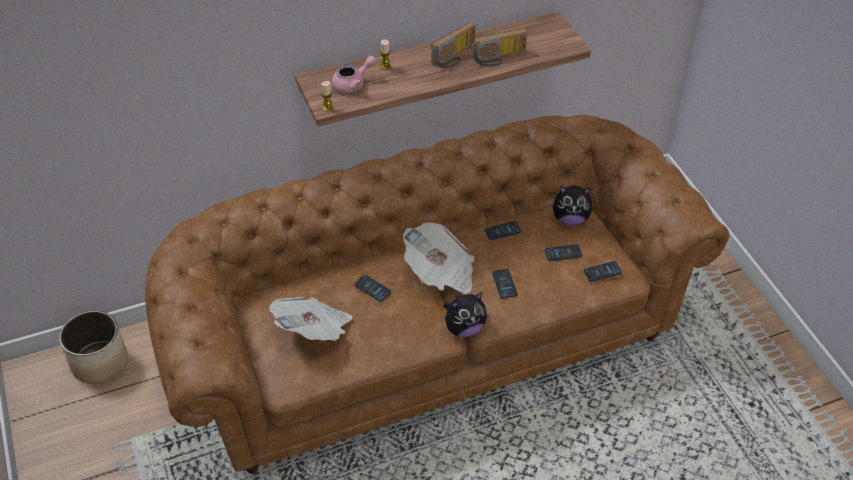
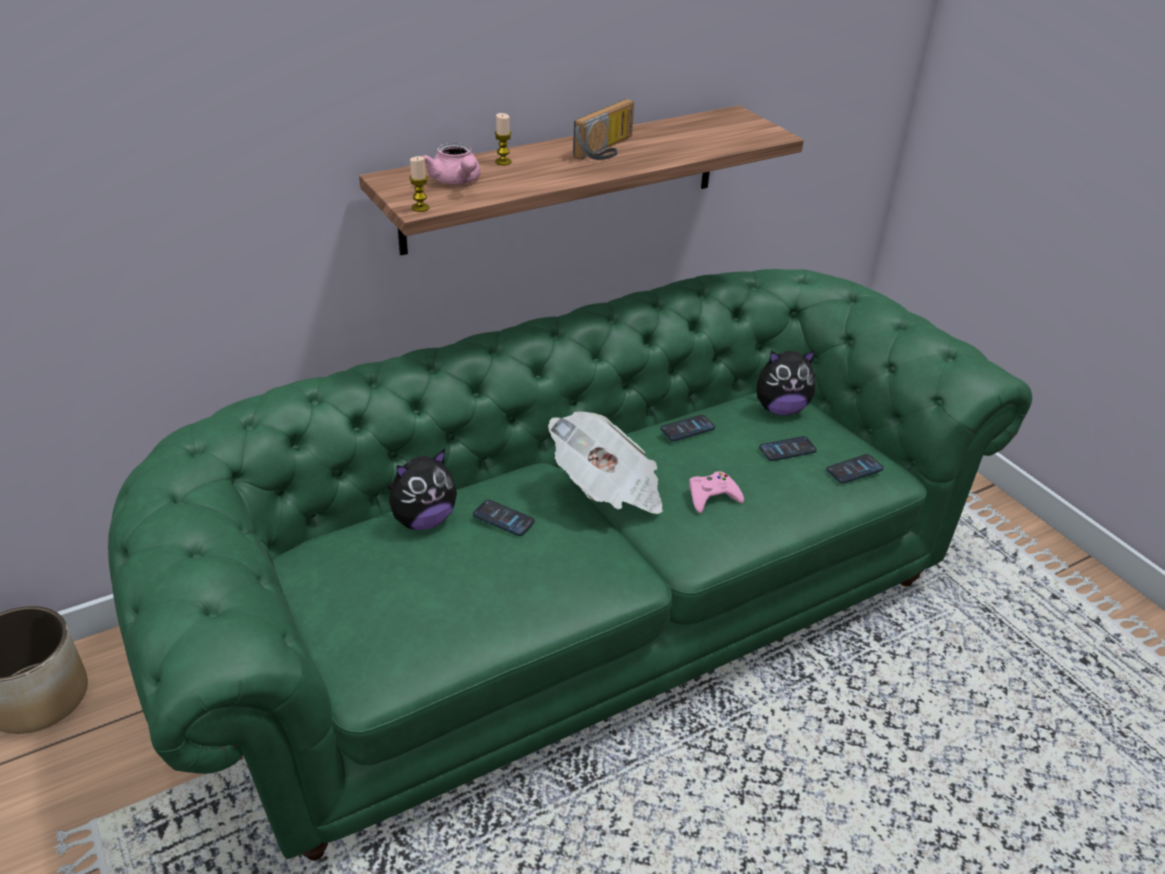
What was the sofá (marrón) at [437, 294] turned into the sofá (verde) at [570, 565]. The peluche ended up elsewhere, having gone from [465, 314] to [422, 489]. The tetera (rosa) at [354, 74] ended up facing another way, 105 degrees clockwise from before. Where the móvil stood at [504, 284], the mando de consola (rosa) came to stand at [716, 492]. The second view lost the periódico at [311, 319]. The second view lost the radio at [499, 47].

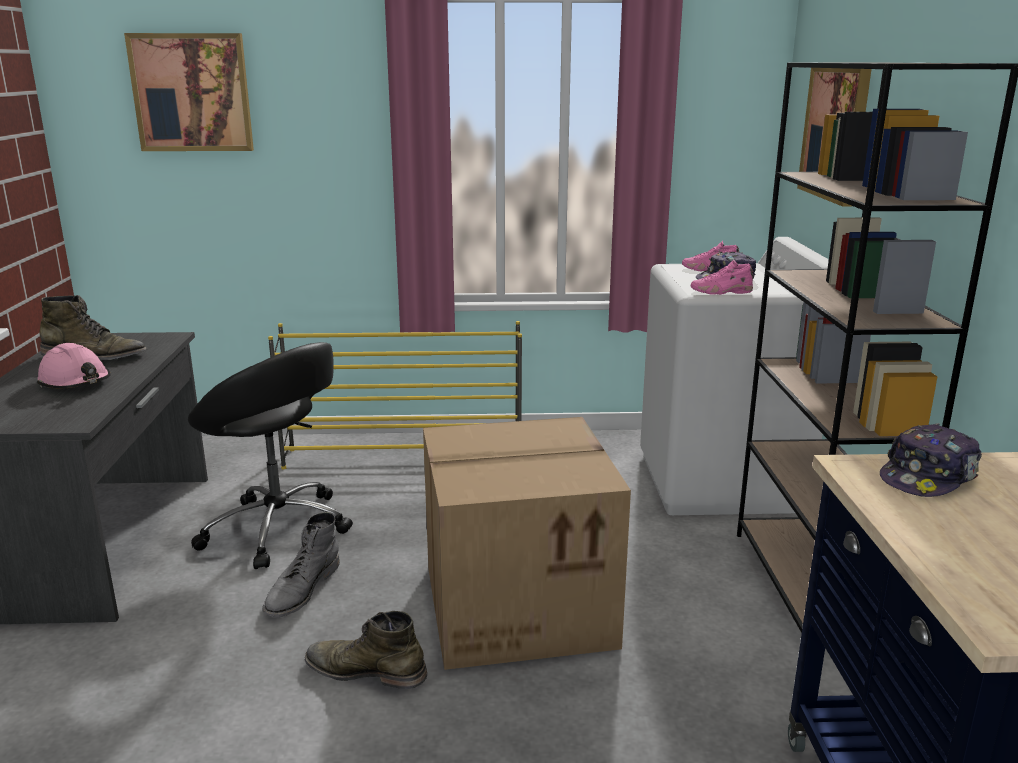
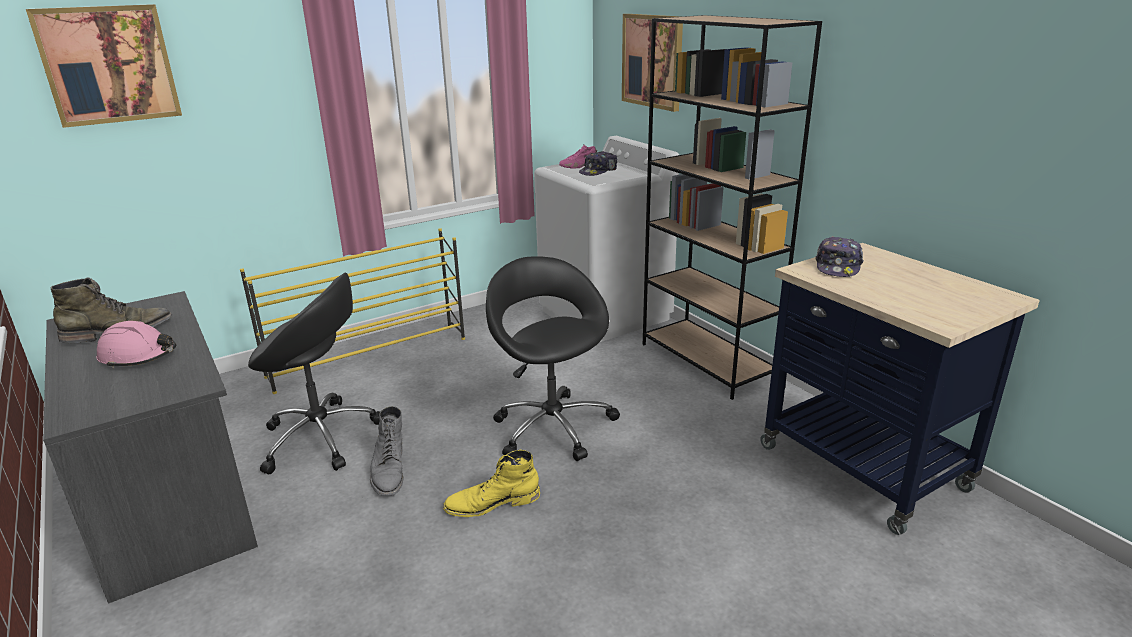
What was the bota (verde) at [366, 650] turned into the bota (amarillo) at [491, 483]. Where the caja de cartón stood at [527, 543], the silla de oficina (negro) came to stand at [553, 358]. The second view lost the zapato (rosa) at [722, 277].

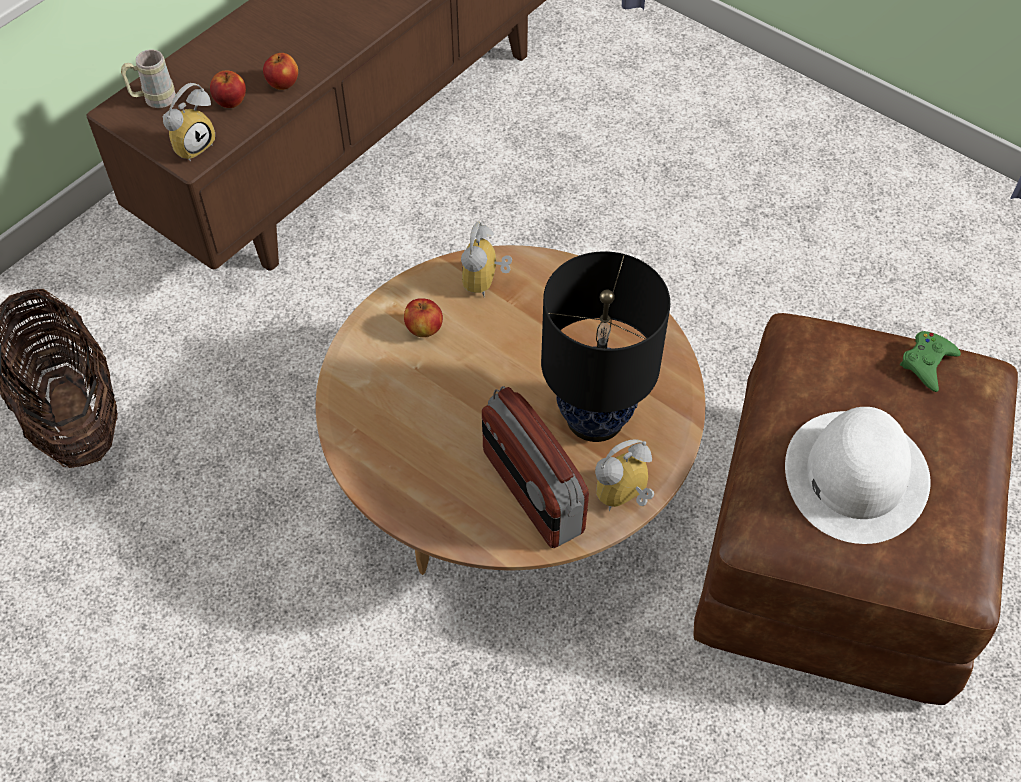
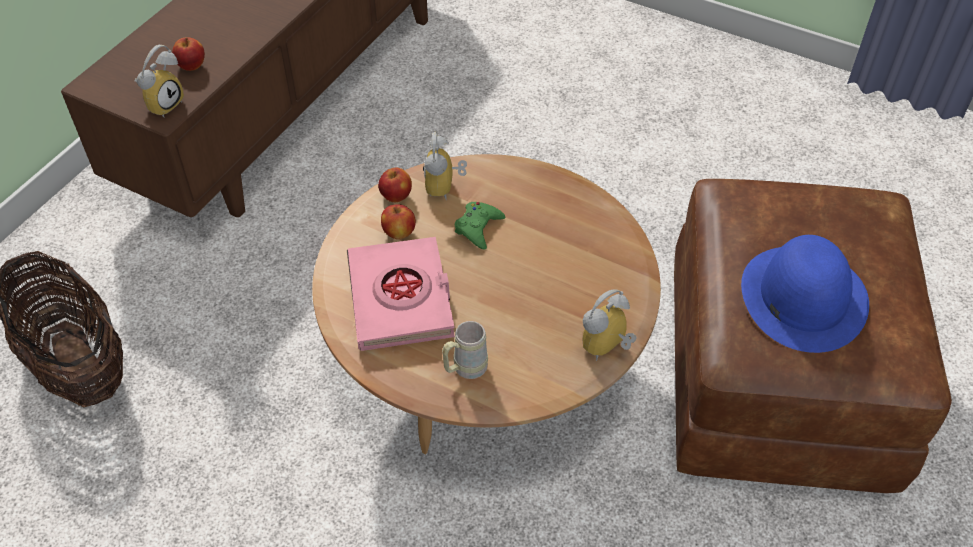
The second view gained the libro (rosa) at [401, 294]. The manzana ended up elsewhere, having gone from [280, 71] to [395, 185]. The taza grande (beis) ended up elsewhere, having gone from [148, 78] to [465, 350]. The mando de consola (verde) ended up elsewhere, having gone from [930, 361] to [480, 226]. What was the sombrero (blanco) at [857, 475] turned into the sombrero (azul) at [805, 294]. The second view lost the radio at [535, 467]. The second view lost the lámpara de mesa (negro) at [605, 346].

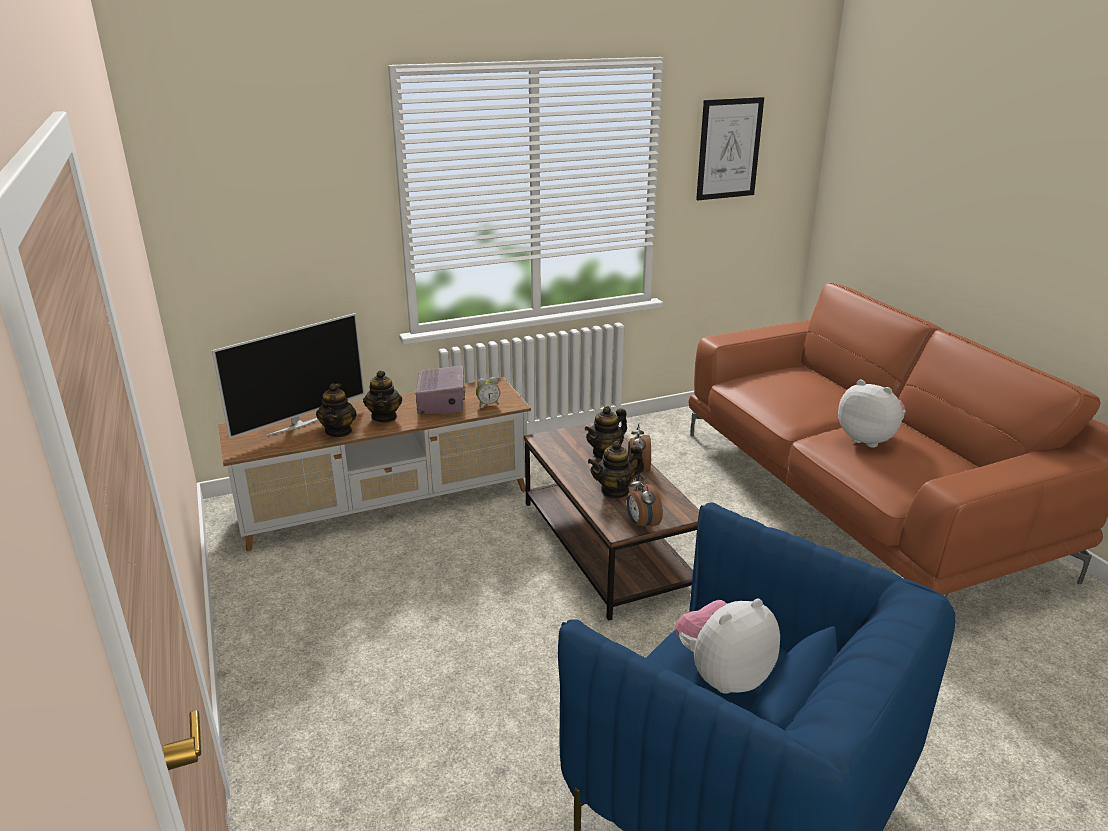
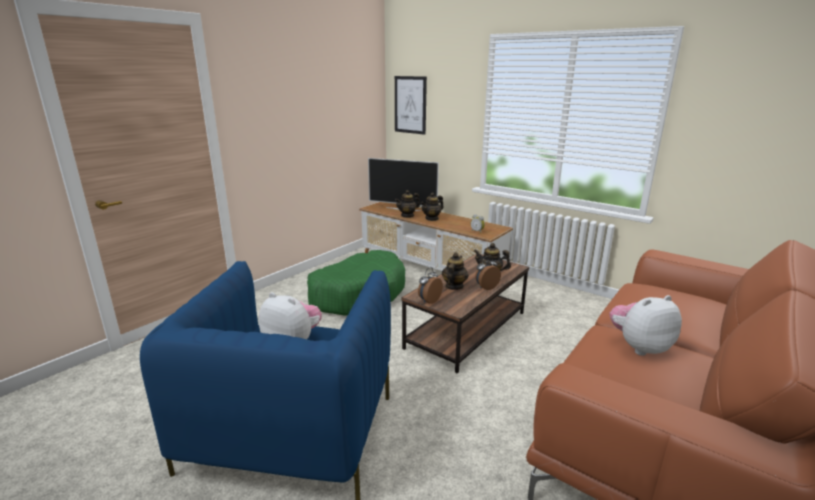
The second view gained the cama para perro (verde) at [356, 282]. The cuadro ended up elsewhere, having gone from [730, 148] to [411, 105]. The tetera at [616, 469] ended up facing another way, 75 degrees clockwise from before. The peluche at [872, 414] ended up facing another way, 120 degrees counterclockwise from before. The second view lost the radio at [440, 390].

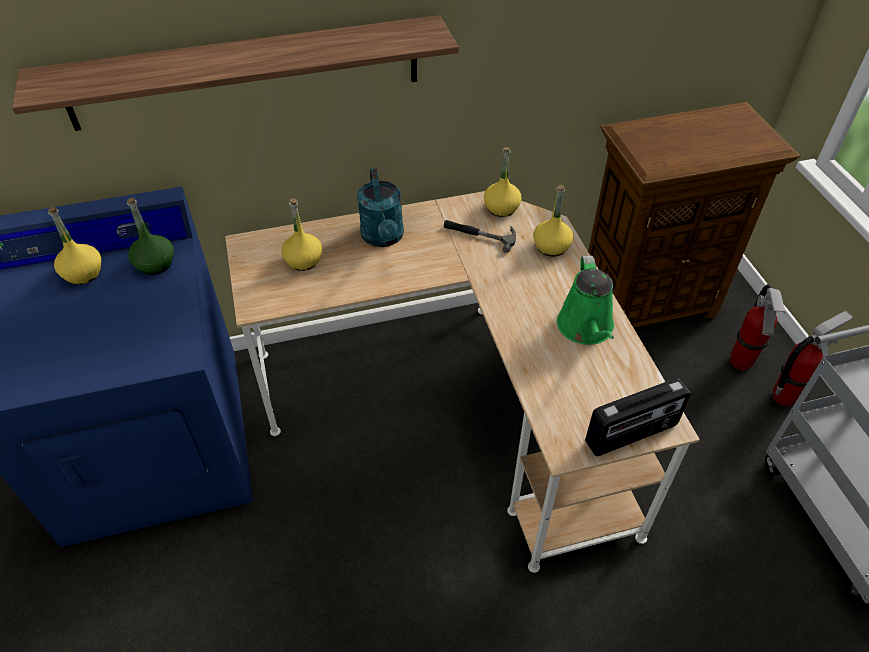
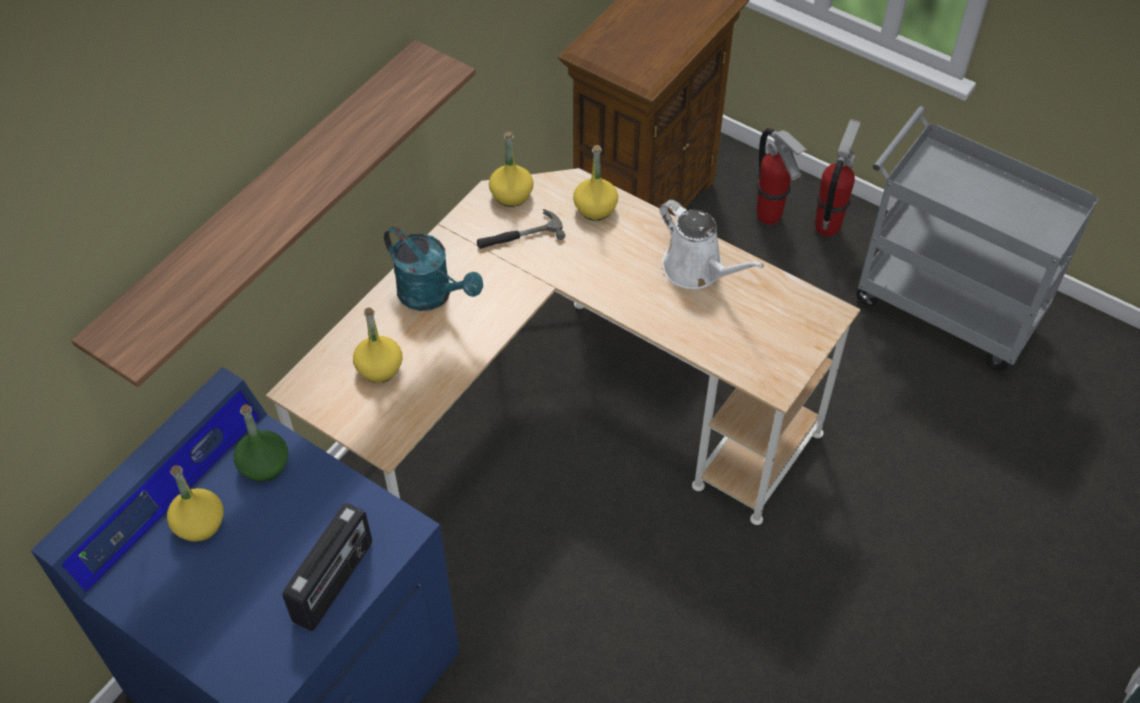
The radio ended up elsewhere, having gone from [638, 417] to [327, 567]. What was the regadera (verde) at [585, 300] turned into the regadera (blanco) at [711, 244].

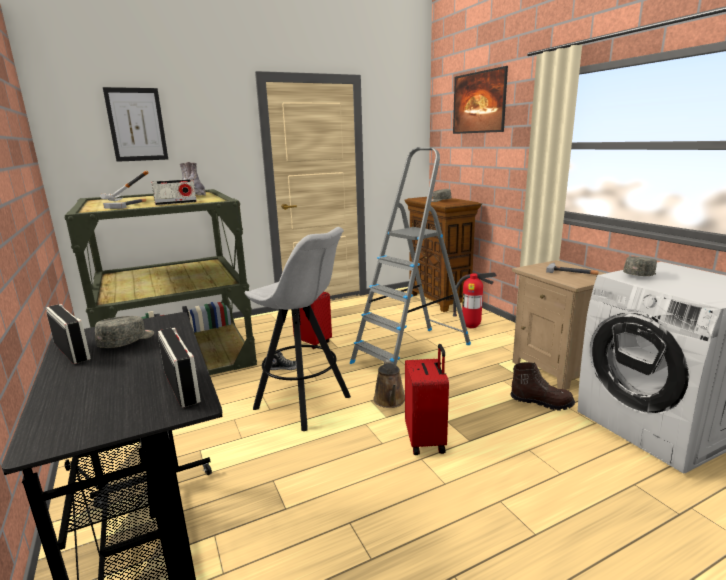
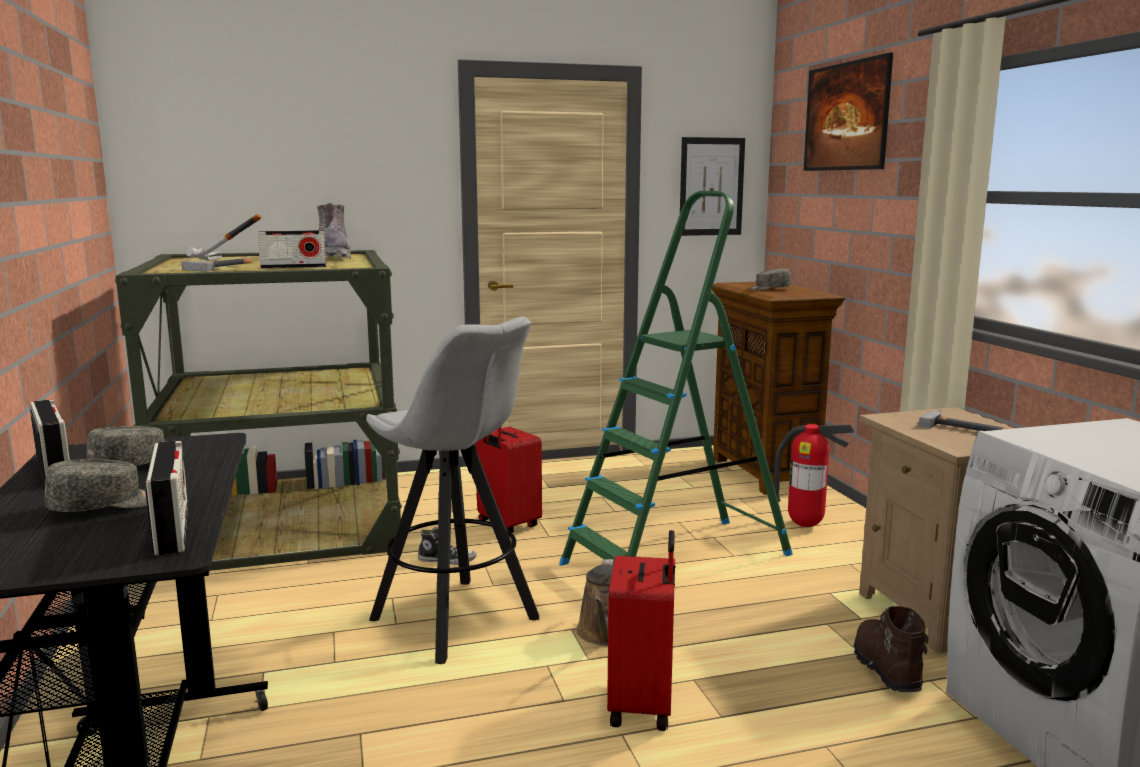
The gorra (gris) ended up elsewhere, having gone from [640, 266] to [95, 485]. What was the escalera de tijera (gris) at [410, 256] turned into the escalera de tijera (verde) at [676, 378]. The cuadro ended up elsewhere, having gone from [135, 124] to [712, 186]. The bota (marrón) at [543, 386] ended up facing another way, 120 degrees counterclockwise from before.

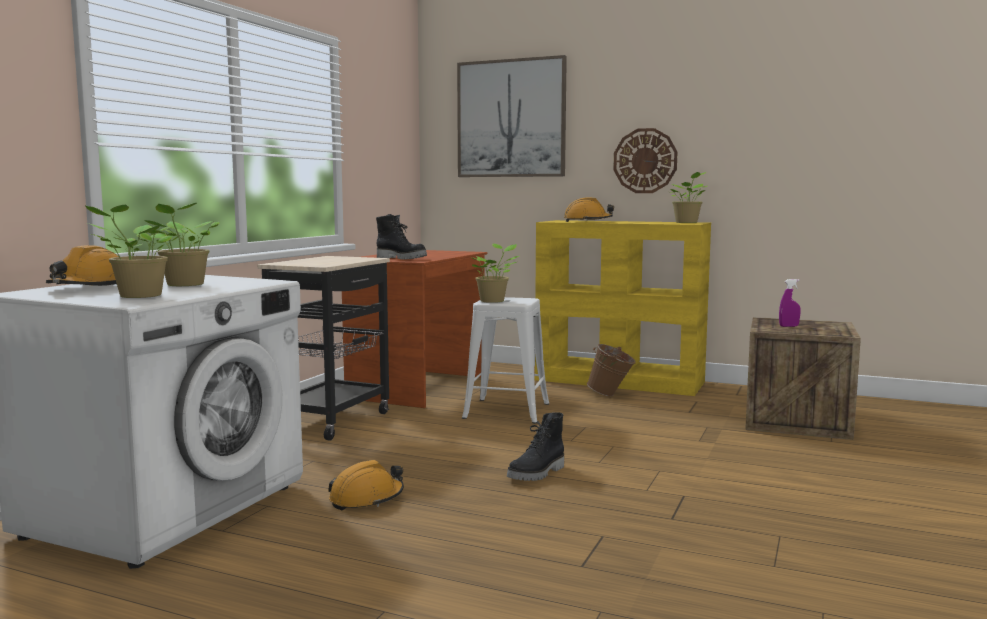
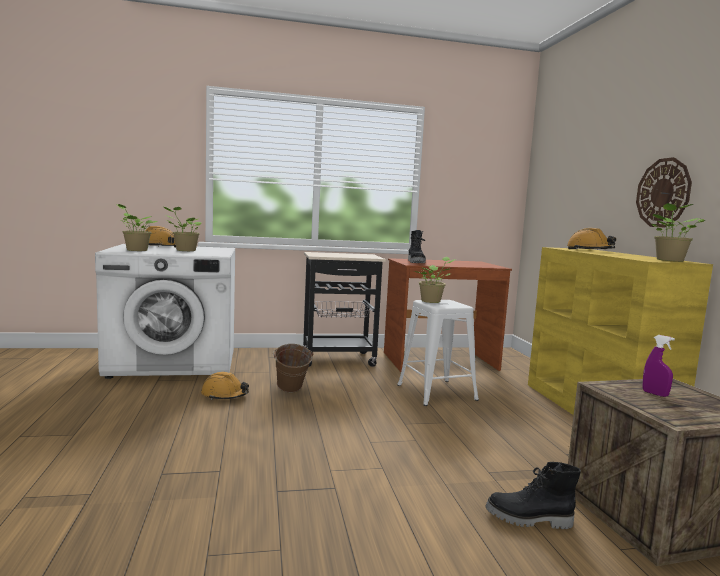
The cubo (marrón) ended up elsewhere, having gone from [611, 370] to [293, 368]. The bota (negro) ended up elsewhere, having gone from [535, 447] to [533, 495]. The second view lost the cuadro at [512, 116].

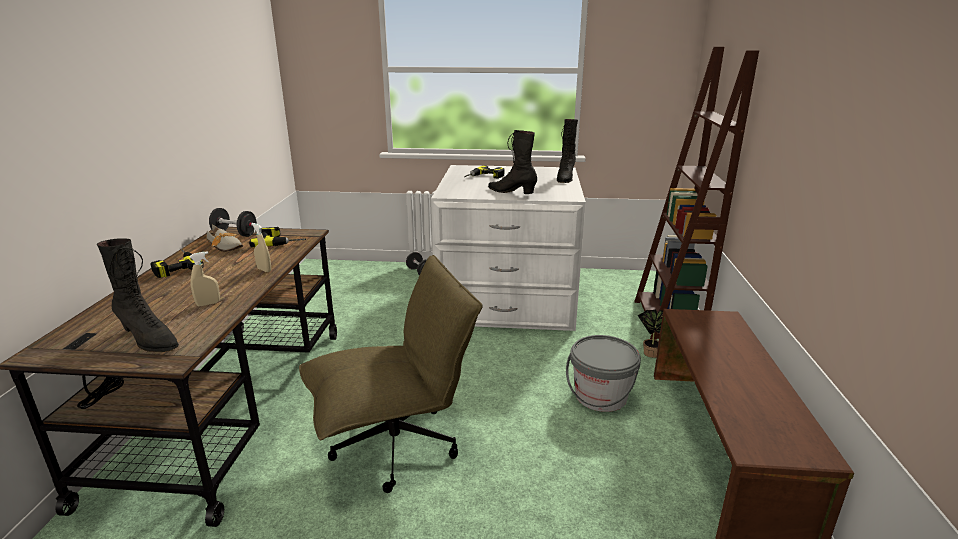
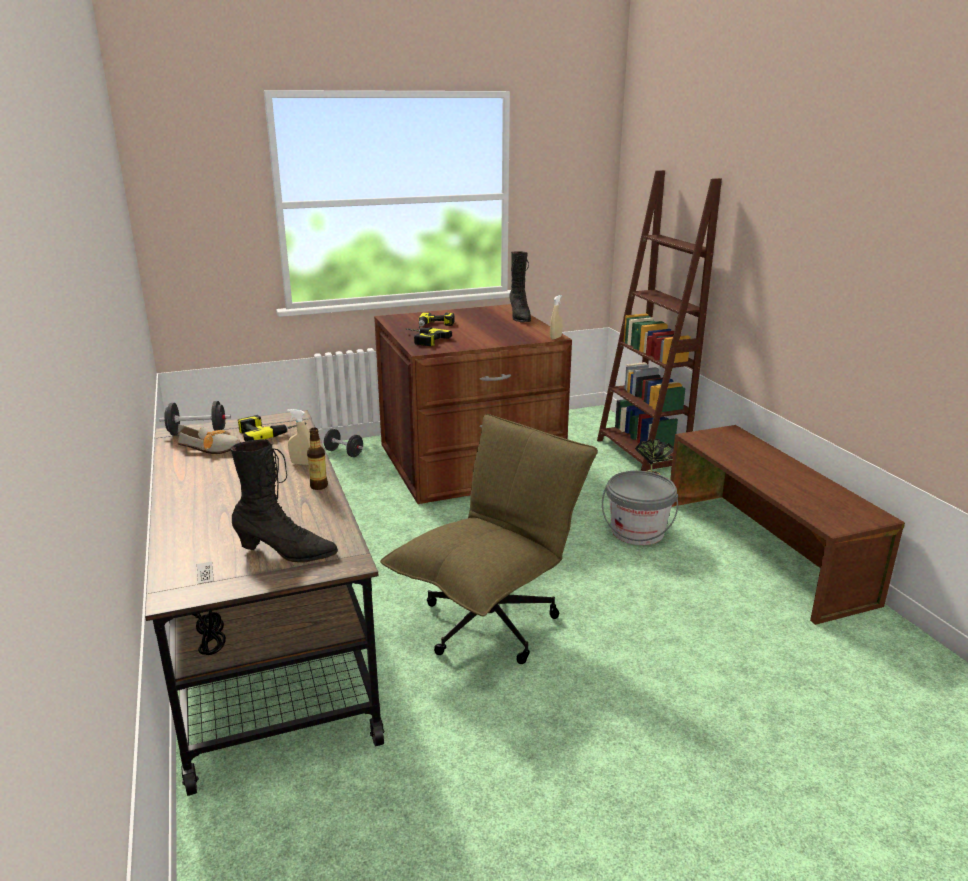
The second view gained the botella at [317, 459]. What was the cómoda (blanco) at [508, 248] turned into the cómoda (marrón) at [473, 404]. The taladro ended up elsewhere, having gone from [177, 263] to [429, 337]. The pulverizador (beis) ended up elsewhere, having gone from [205, 278] to [556, 317]. The second view lost the bota (negro) at [512, 162].

